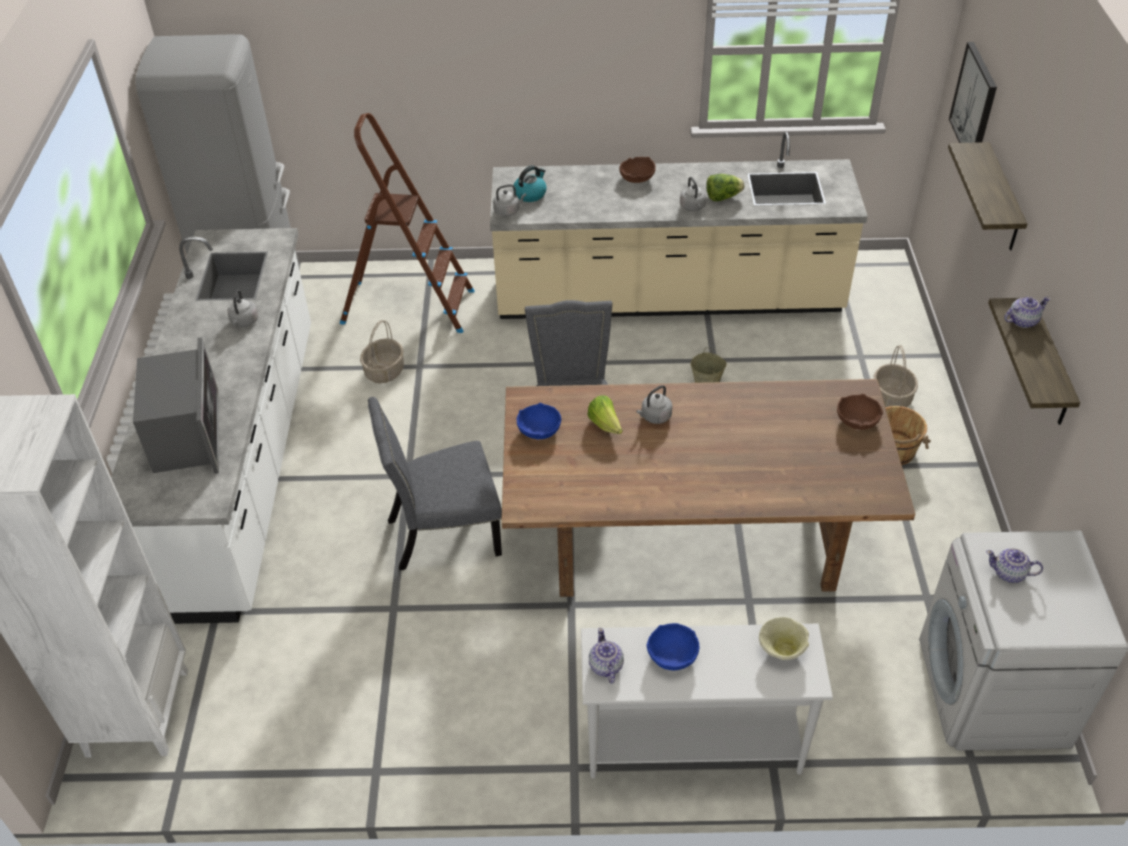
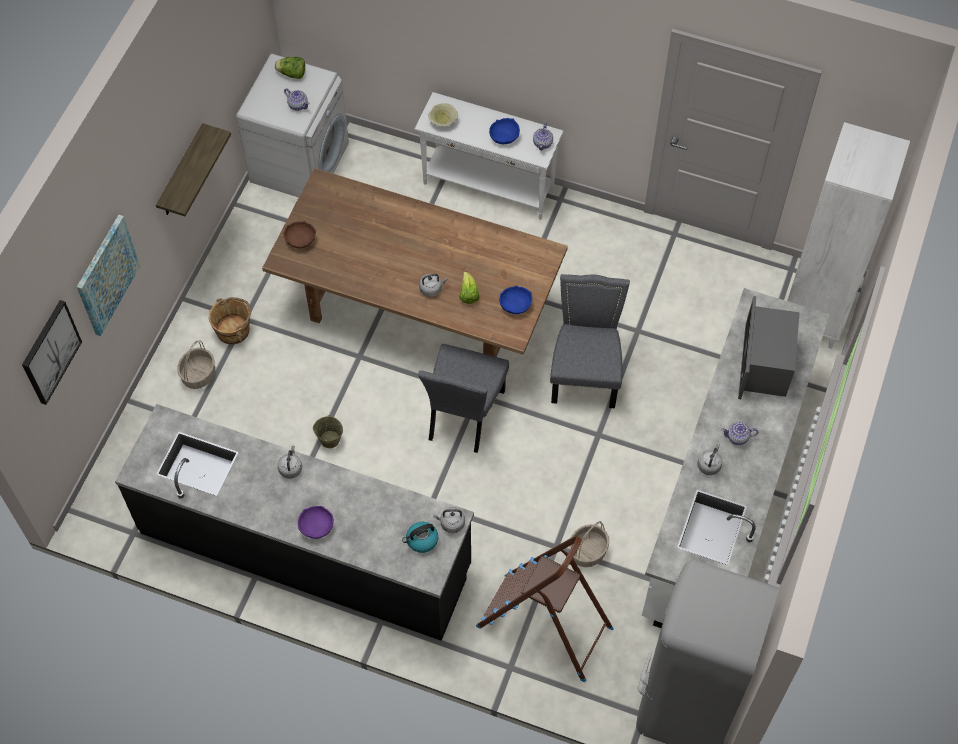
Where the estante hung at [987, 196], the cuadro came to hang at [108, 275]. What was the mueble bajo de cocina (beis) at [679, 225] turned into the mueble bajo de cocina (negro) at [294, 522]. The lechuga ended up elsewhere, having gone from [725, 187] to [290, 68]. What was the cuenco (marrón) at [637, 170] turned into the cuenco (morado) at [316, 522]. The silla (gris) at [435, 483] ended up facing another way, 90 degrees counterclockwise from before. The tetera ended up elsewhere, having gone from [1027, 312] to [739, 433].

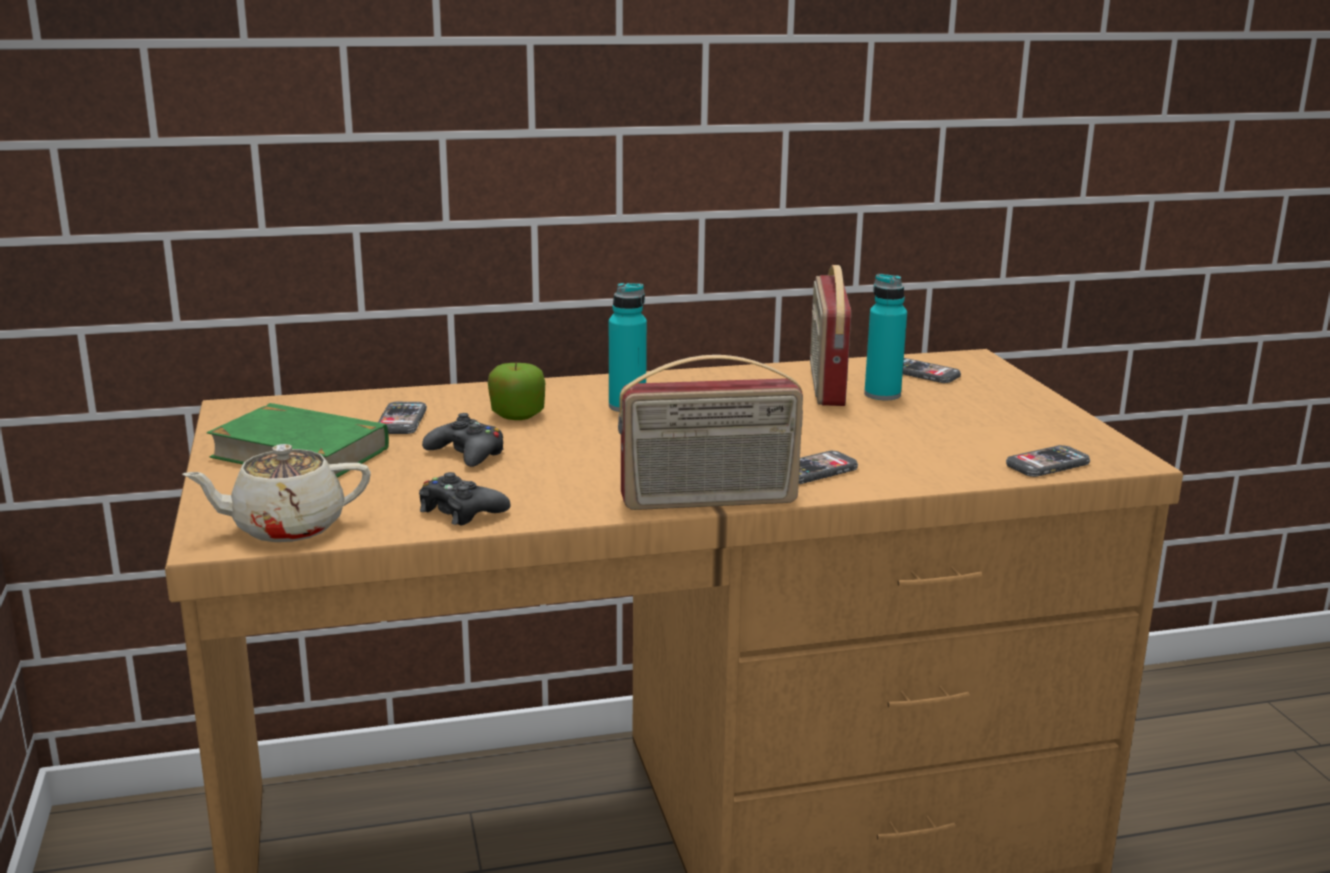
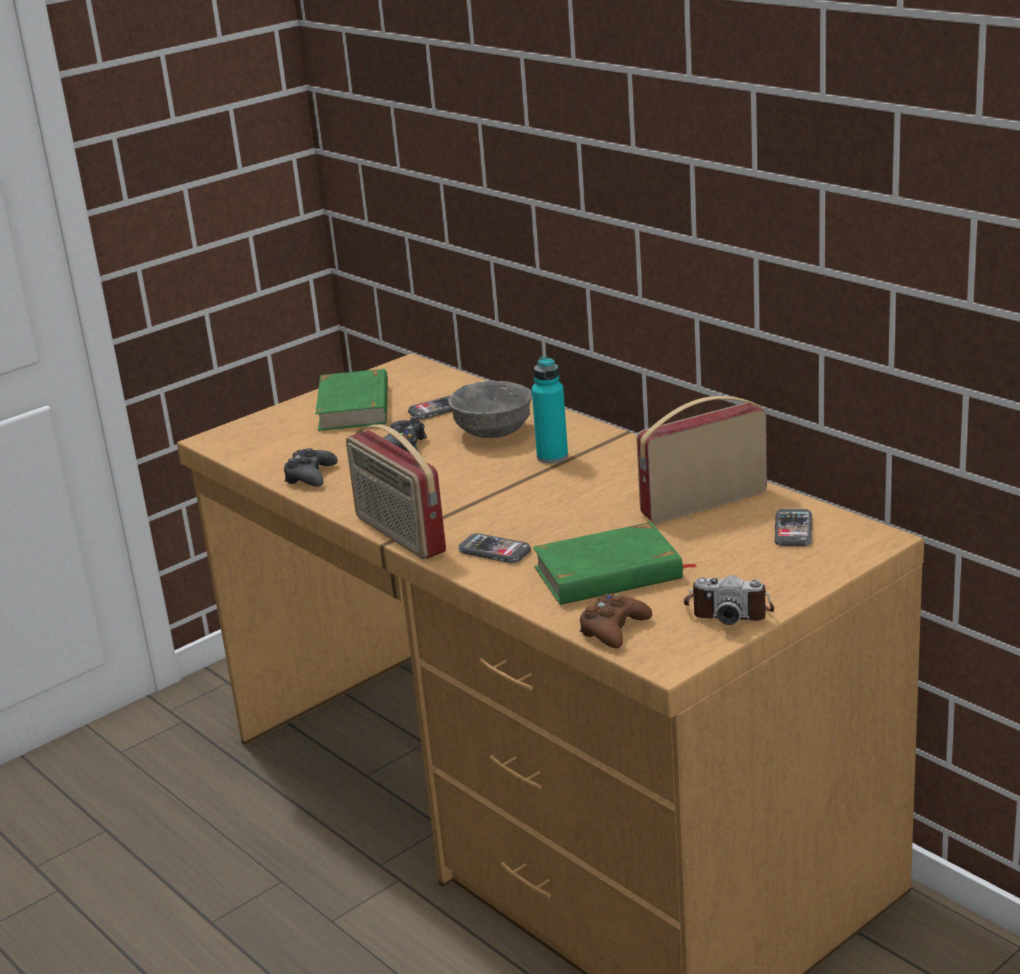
Where the manzana stood at [516, 391], the cuenco (gris) came to stand at [490, 409]. The second view gained the libro (verde) at [615, 563]. Where the móvil stood at [1048, 461], the mando de consola (marrón) came to stand at [616, 620]. The second view gained the cámara at [729, 600]. The second view lost the tetera (beis) at [276, 493]. The second view lost the botella (turquesa) at [885, 337].

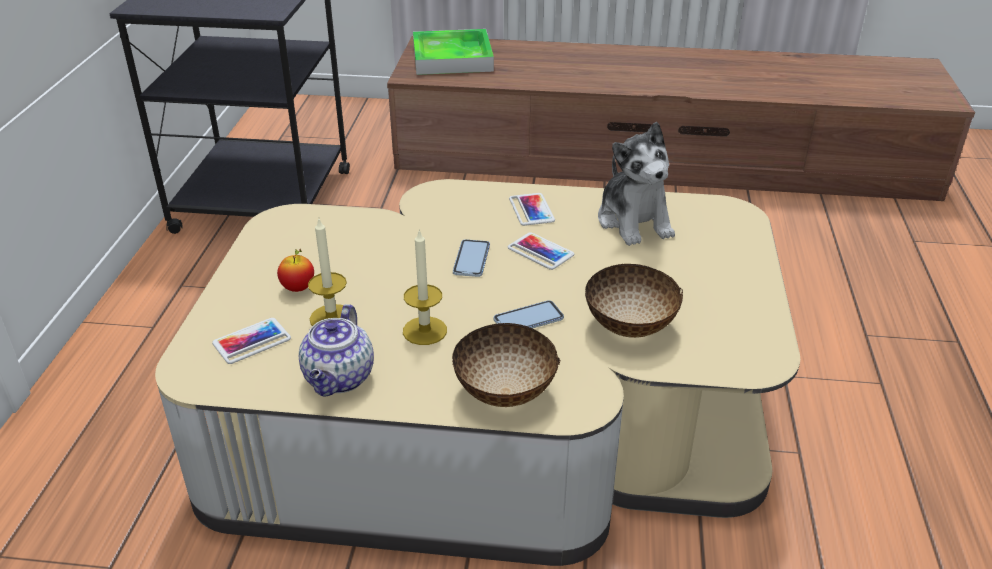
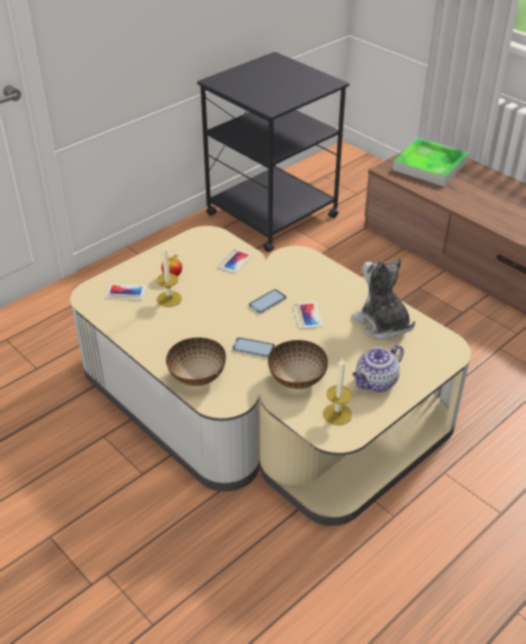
The móvil ended up elsewhere, having gone from [532, 209] to [234, 261]. The vela ended up elsewhere, having gone from [425, 287] to [337, 391]. The peluche at [636, 184] ended up facing another way, 120 degrees clockwise from before. The tetera ended up elsewhere, having gone from [336, 350] to [378, 368].

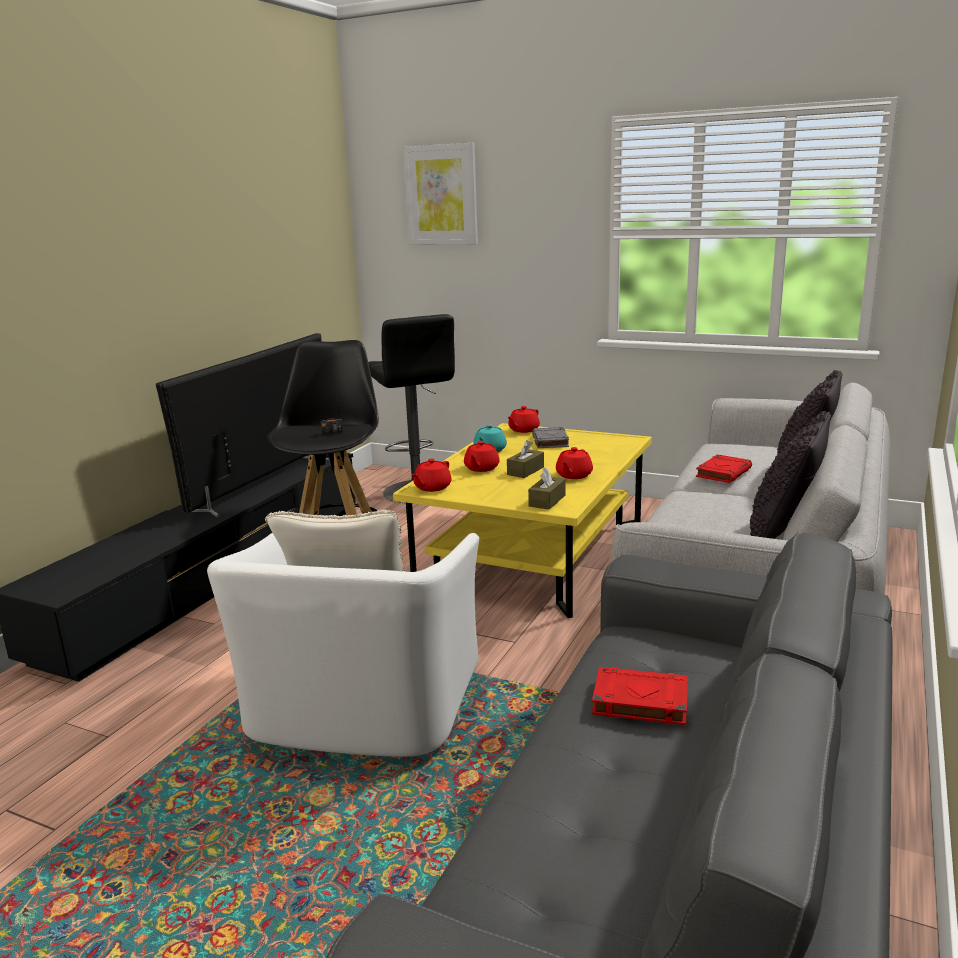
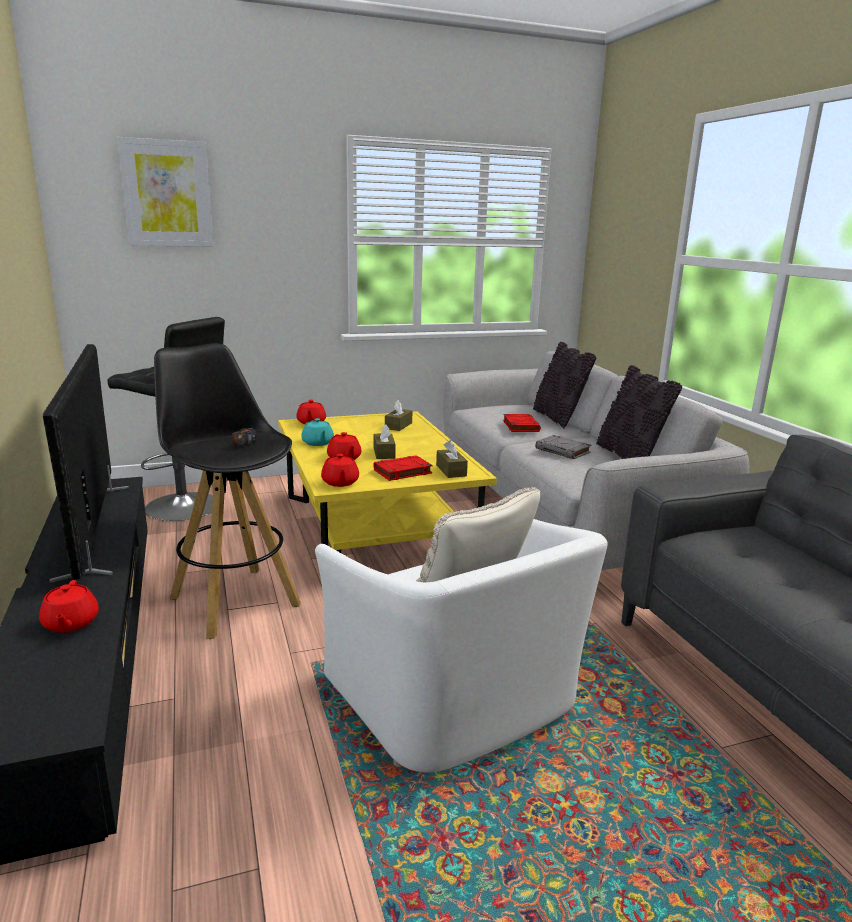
The tetera (rojo) ended up elsewhere, having gone from [574, 463] to [69, 606]. The libro (rojo) ended up elsewhere, having gone from [640, 696] to [403, 468]. The second view gained the caja de pañuelos (marrón) at [398, 415]. The libro (gris) ended up elsewhere, having gone from [550, 437] to [563, 447].

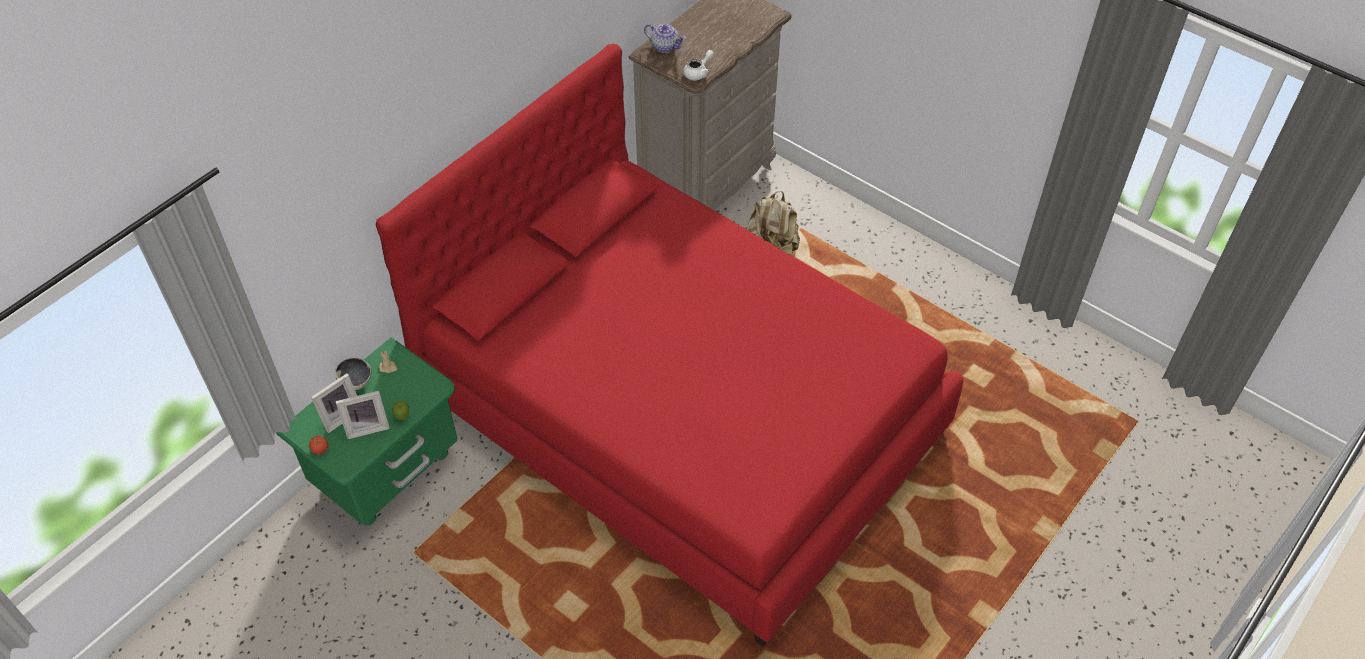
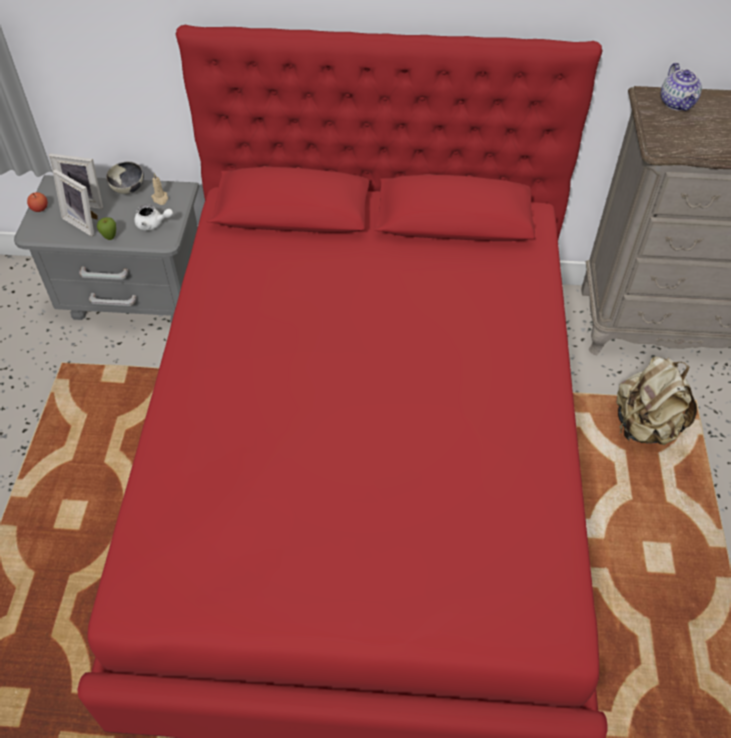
What was the mesita de noche (verde) at [366, 431] turned into the mesita de noche (gris) at [106, 249]. The tetera (blanco) ended up elsewhere, having gone from [698, 65] to [153, 217].

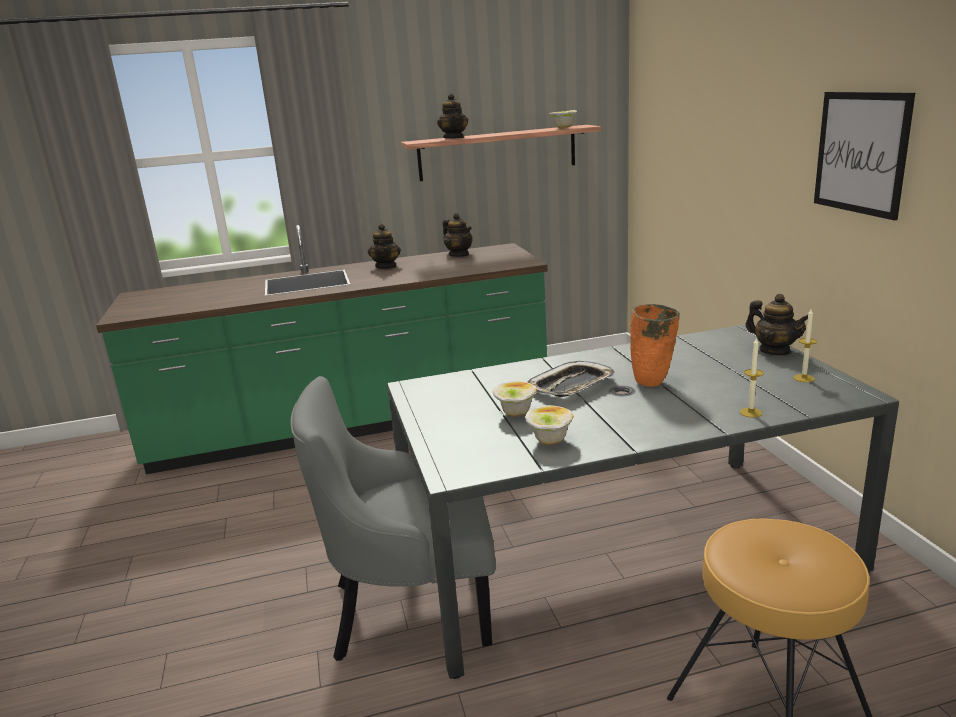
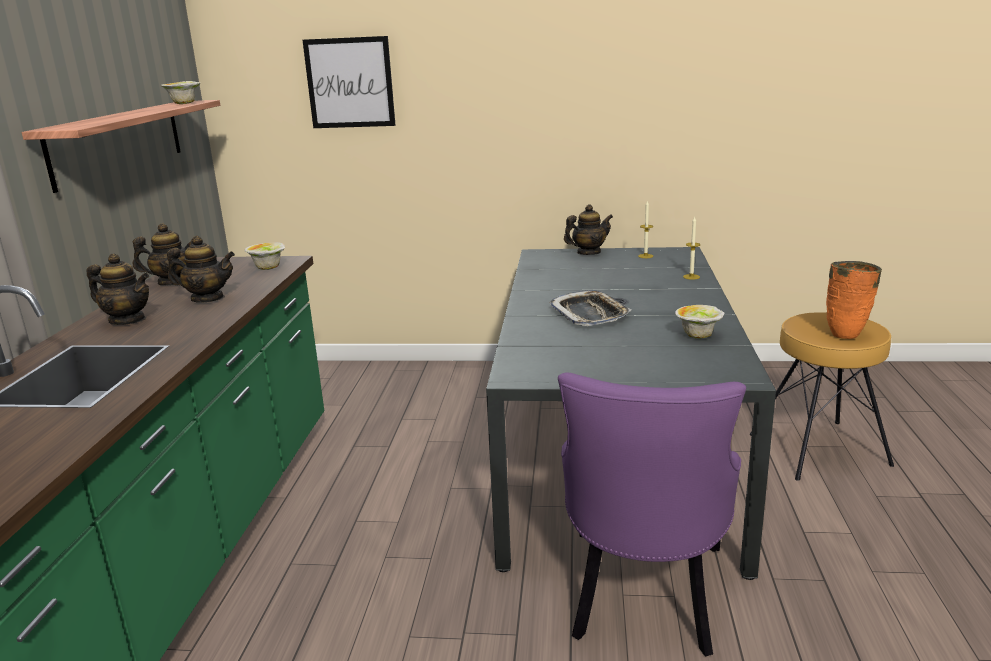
The tetera ended up elsewhere, having gone from [452, 115] to [201, 269]. The cuenco ended up elsewhere, having gone from [515, 399] to [264, 256]. The cuadro ended up elsewhere, having gone from [864, 156] to [349, 82]. What was the silla (gris) at [393, 518] turned into the silla (morado) at [652, 515]. The florero (naranja) ended up elsewhere, having gone from [655, 345] to [854, 300].

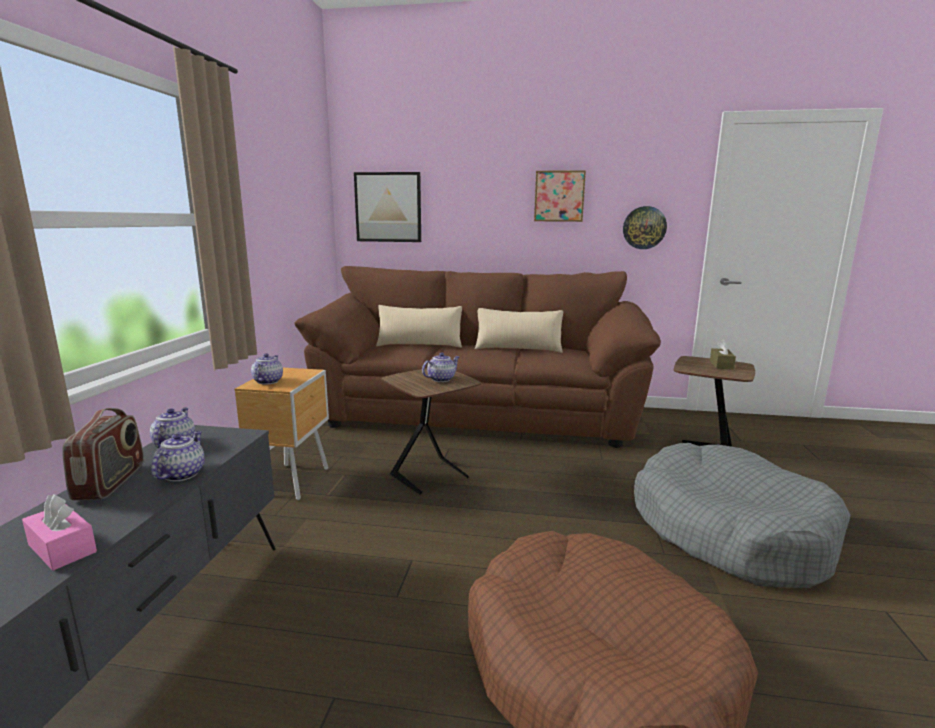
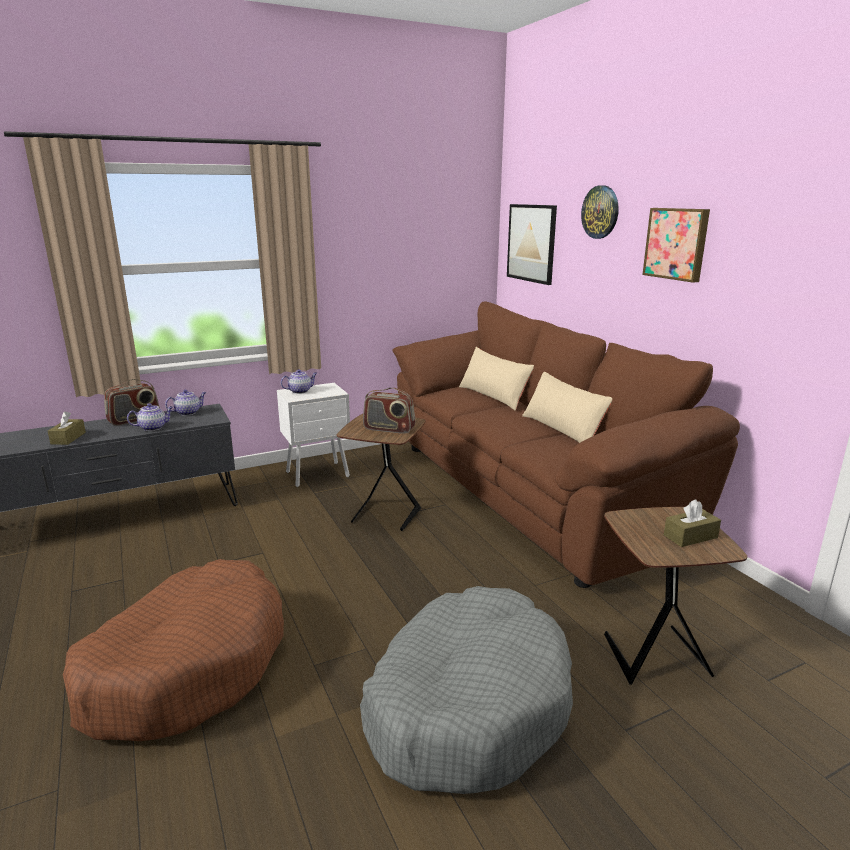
What was the caja de pañuelos (rosa) at [59, 532] turned into the caja de pañuelos (marrón) at [67, 428]. What was the mesita de noche (marrón) at [282, 434] turned into the mesita de noche (blanco) at [313, 435]. Where the tetera stood at [441, 367], the radio came to stand at [389, 411]. The reloj de pared ended up elsewhere, having gone from [645, 227] to [600, 212].

